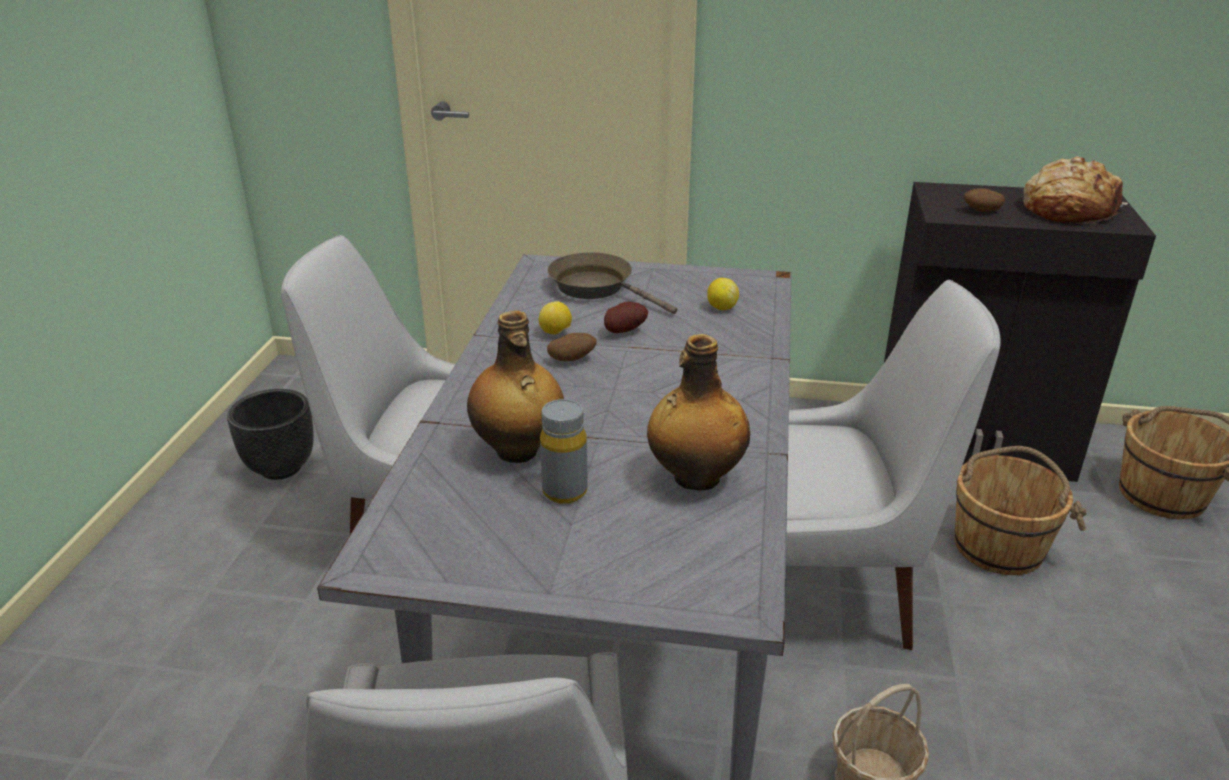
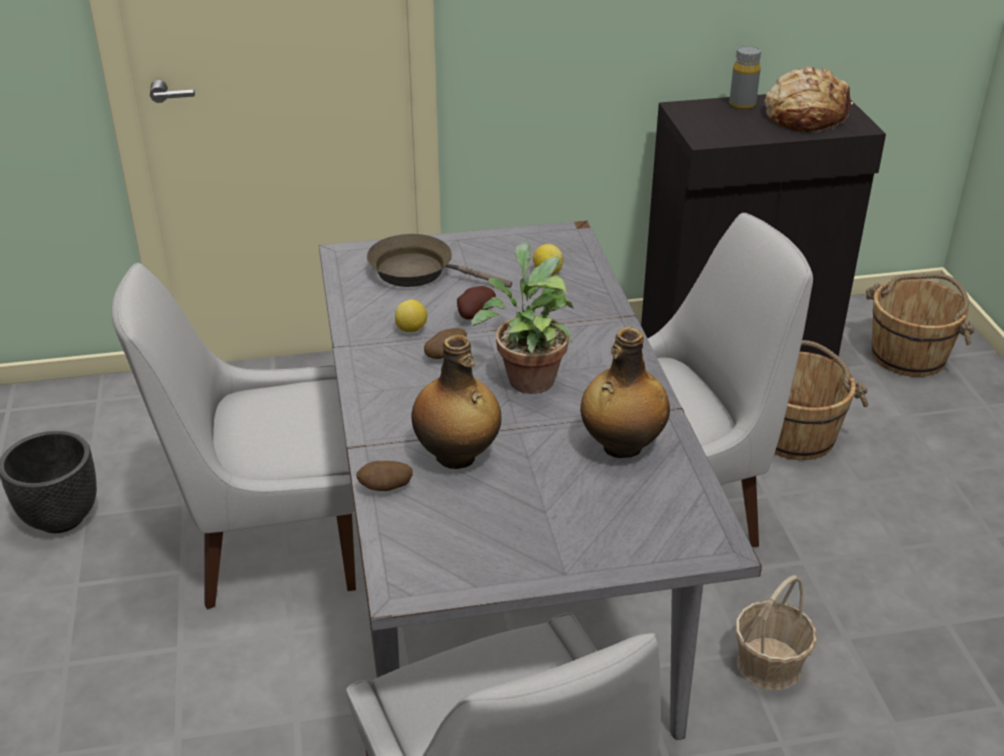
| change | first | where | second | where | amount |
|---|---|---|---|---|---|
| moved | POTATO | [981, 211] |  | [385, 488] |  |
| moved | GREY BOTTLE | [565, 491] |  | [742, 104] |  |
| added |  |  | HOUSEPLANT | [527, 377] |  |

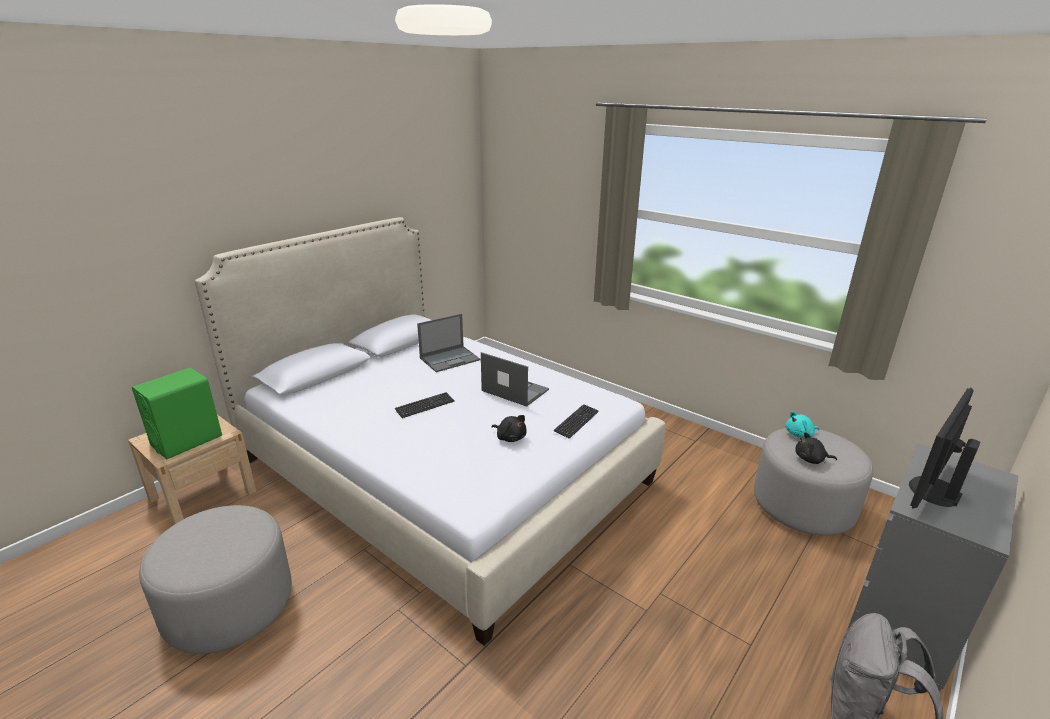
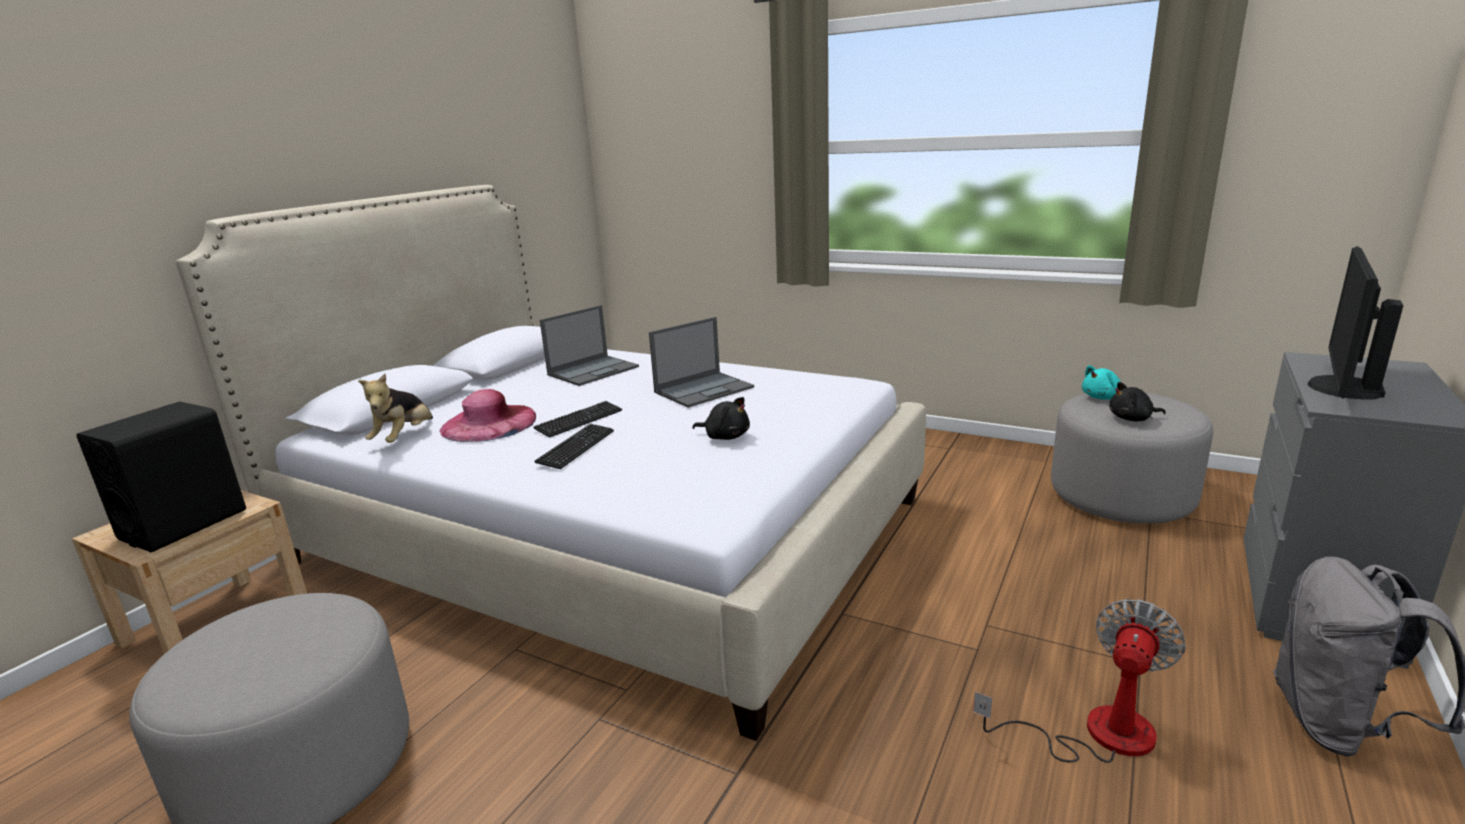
| change | first | where | second | where | amount |
|---|---|---|---|---|---|
| turned | PORTABLE COMPUTER | [514, 390] |  | [704, 389] | 120 degrees clockwise |
| recoloured | GREENISH LOUDSPEAKER | [187, 440] | BLACK LOUDSPEAKER | [184, 524] |  |
| moved | KEYBOARD | [576, 422] |  | [576, 448] |  |
| added |  |  | CUDDLY TOY | [404, 438] |  |
| added |  |  | PINK CLOTHING HAT | [489, 423] |  |
| added |  |  | COOLING FAN | [1096, 733] |  |

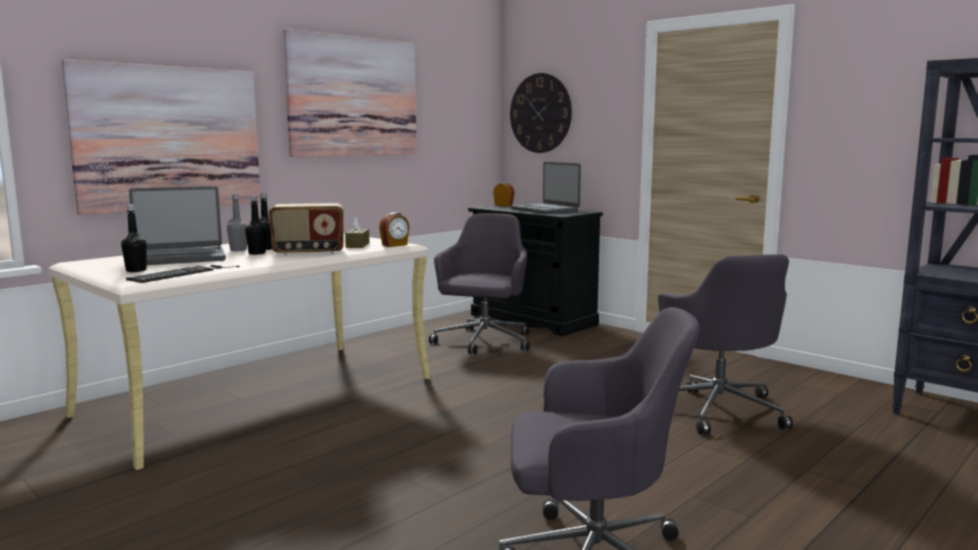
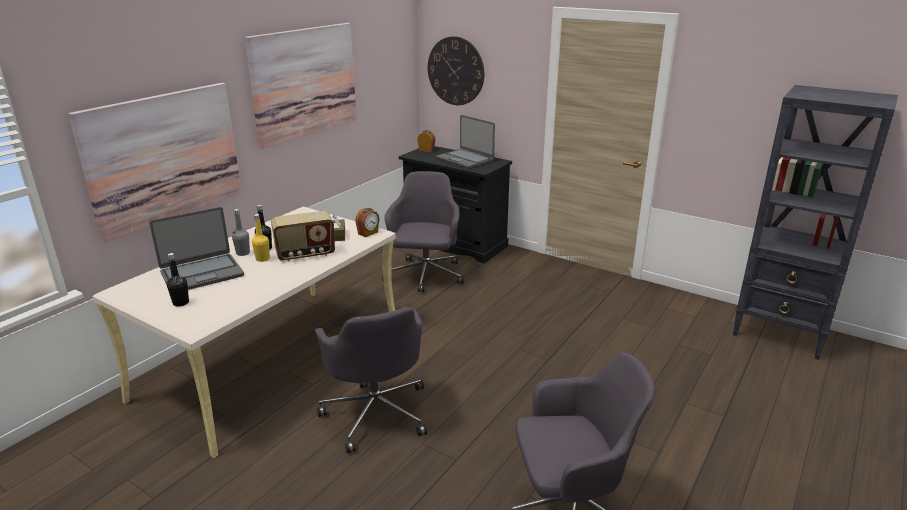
| change | first | where | second | where | amount |
|---|---|---|---|---|---|
| recoloured | BLACK BOTTLE | [257, 253] | YELLOW-COLOURED BOTTLE | [262, 259] |  |
| moved | GREY OFFICE CHAIR | [718, 409] |  | [376, 412] |  |
| removed | KEYBOARD | [182, 273] |  |  |  |

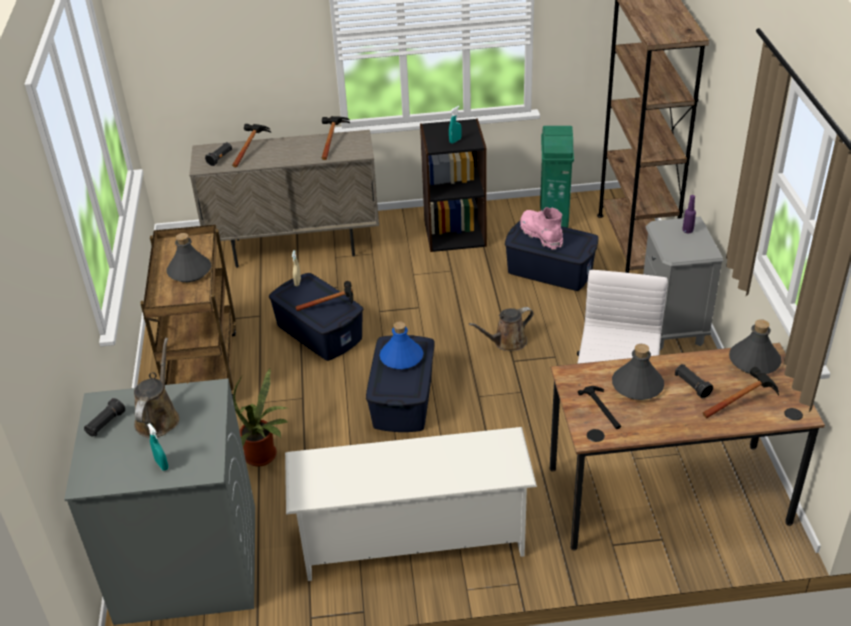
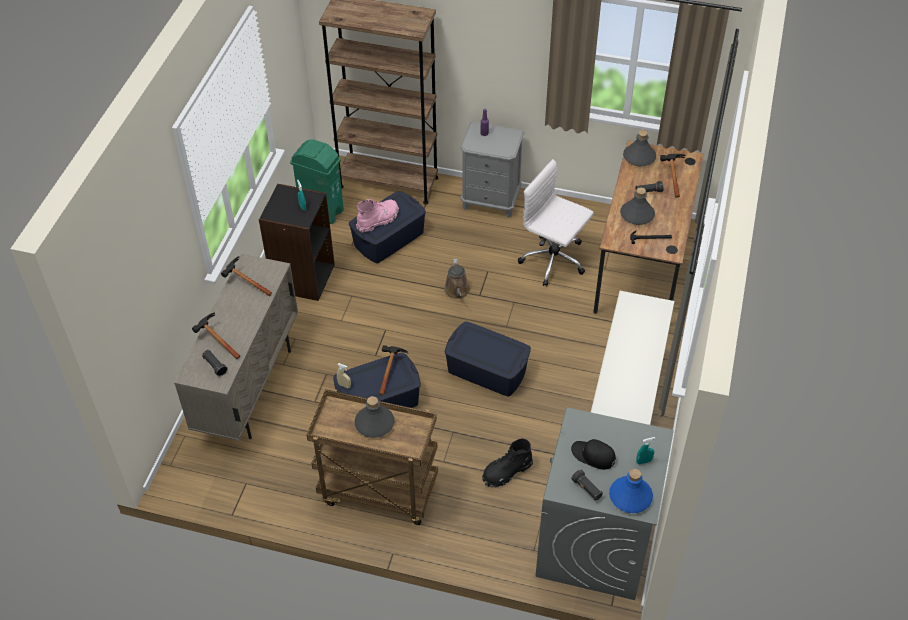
| change | first | where | second | where | amount |
|---|---|---|---|---|---|
| turned | PINK BOOT | [541, 235] |  | [378, 220] | 150 degrees clockwise |
| moved | BLUE-COLOURED BOTTLE | [402, 358] |  | [630, 496] |  |
| replaced | BROWN WATERING CAN | [158, 417] | BLACK PEAKED CAP | [593, 456] |  |
| replaced | HOUSEPLANT | [264, 457] | BLACK BOOT | [506, 472] |  |

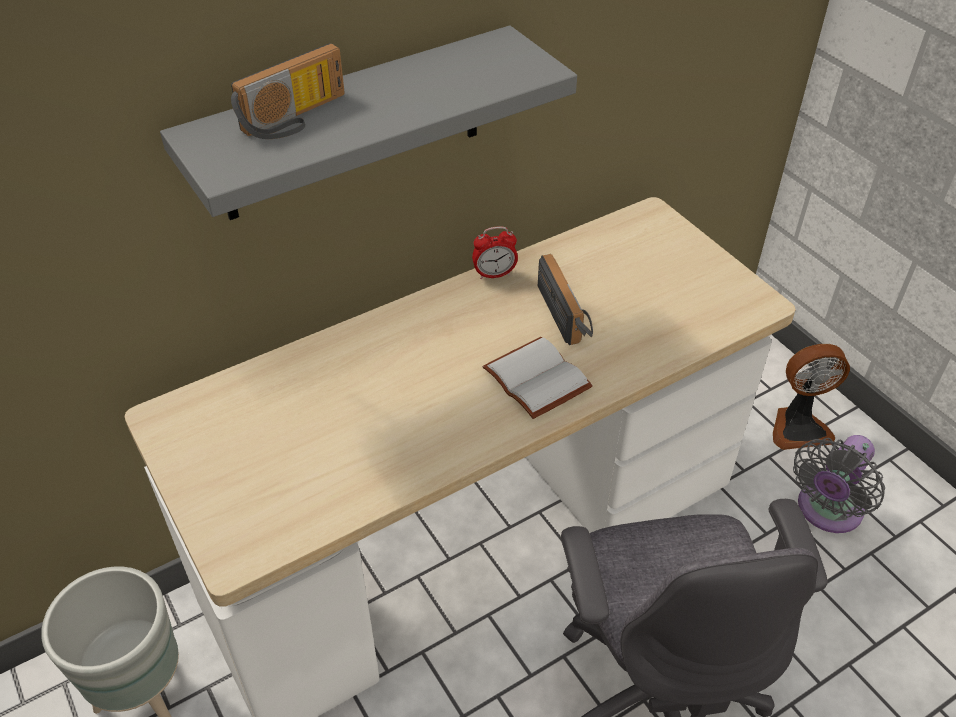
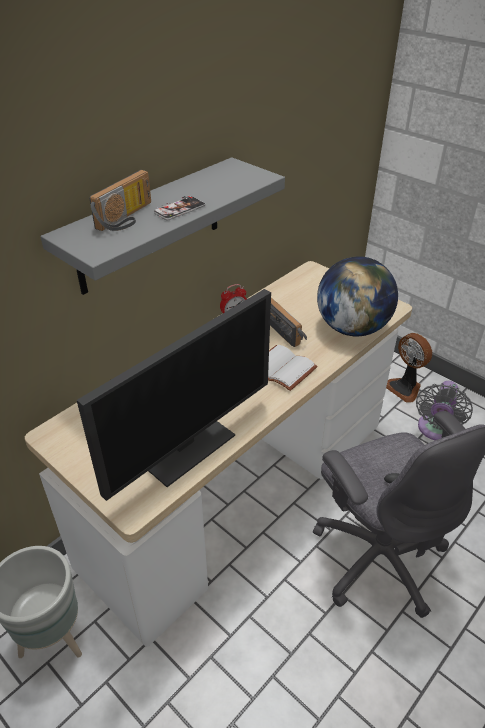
| change | first | where | second | where | amount |
|---|---|---|---|---|---|
| turned | COOLING FAN | [798, 427] |  | [404, 388] | 75 degrees clockwise |
| added |  |  | HANDSET | [179, 209] |  |
| added |  |  | DESK GLOBE | [352, 328] |  |
| added |  |  | MONITOR | [184, 444] |  |

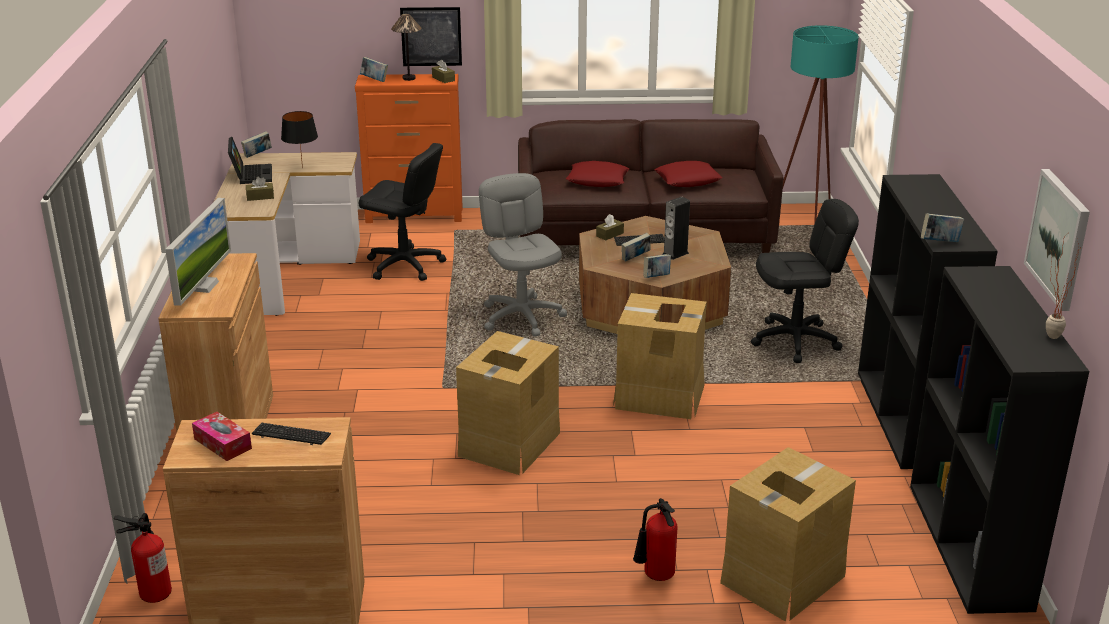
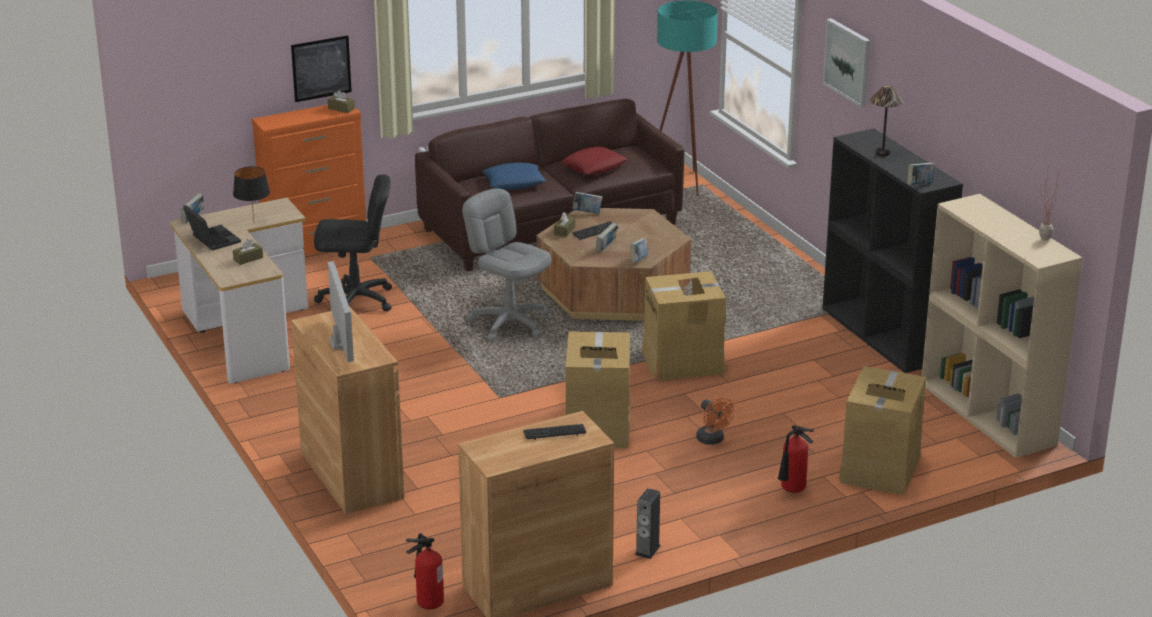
| change | first | where | second | where | amount |
|---|---|---|---|---|---|
| moved | LAMP FOR A TABLE | [408, 78] |  | [882, 153] |  |
| moved | VOLUME | [374, 80] |  | [587, 213] |  |
| recoloured | RED THROW PILLOW | [597, 180] | BLUE-COLOURED THROW PILLOW | [514, 182] |  |
| moved | WALL ART | [1059, 238] |  | [848, 62] |  |
| moved | LOUDSPEAKER | [675, 254] |  | [647, 550] |  |
| removed | BLACK OFFICE CHAIR | [795, 341] |  |  |  |
| recoloured | BLACK BOOKCASE | [970, 546] | BEIGE-COLOURED BOOKCASE | [989, 414] |  |
| removed | TISSUE HOLDER | [222, 444] |  |  |  |
| added |  |  | ORANGE COOLING FAN | [713, 440] |  |

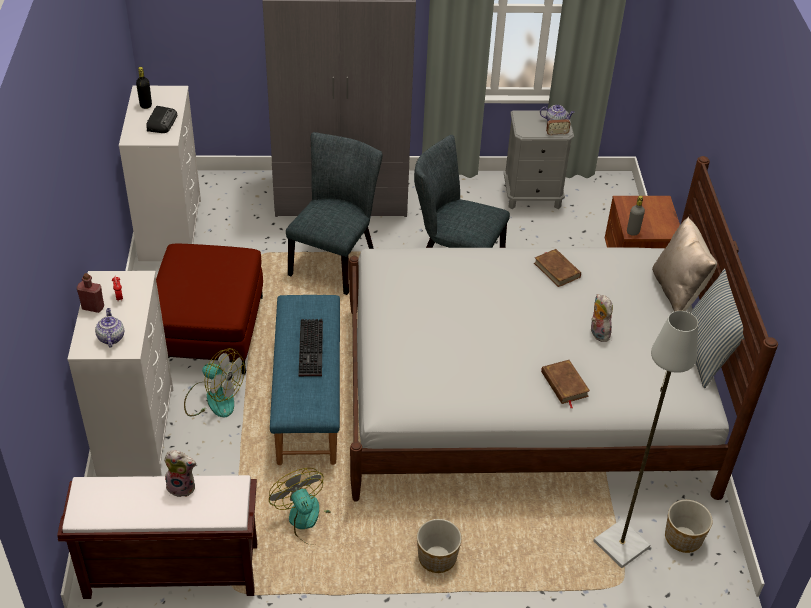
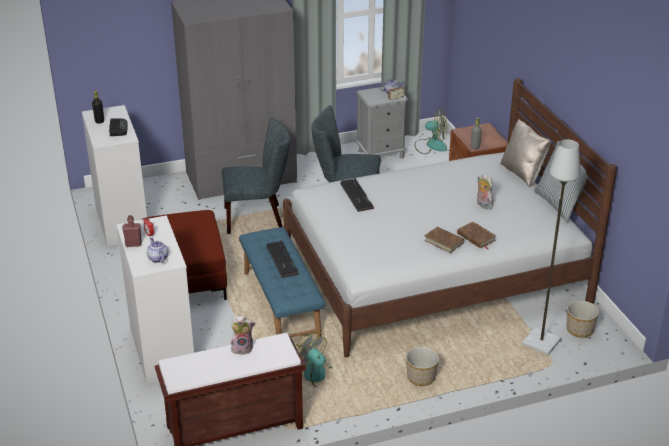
| change | first | where | second | where | amount |
|---|---|---|---|---|---|
| turned | GREY PLAIN CHAIR | [335, 260] |  | [258, 218] | 75 degrees clockwise |
| moved | BROWN VOLUME | [557, 270] |  | [443, 241] |  |
| moved | COOLING FAN | [213, 398] |  | [431, 145] |  |
| added |  |  | KEYBOARD | [358, 196] |  |

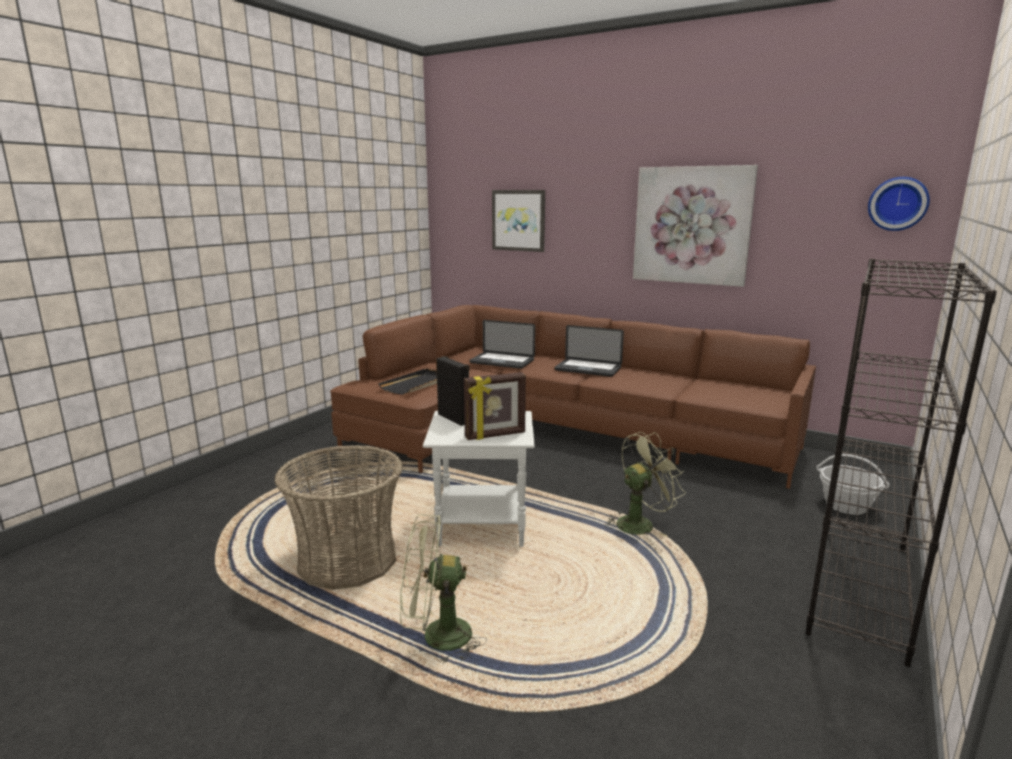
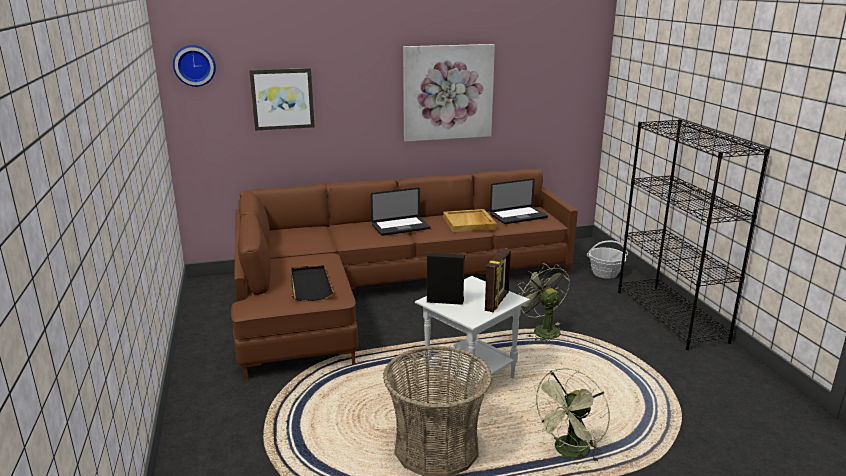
| change | first | where | second | where | amount |
|---|---|---|---|---|---|
| moved | HANGING CLOCK | [898, 204] |  | [194, 65] |  |
| moved | PORTABLE COMPUTER | [502, 361] |  | [518, 216] |  |
| turned | GREENISH COOLING FAN | [640, 523] |  | [542, 330] | 45 degrees counterclockwise |
| added |  |  | BEIGE-COLOURED TRAY | [469, 223] |  |

